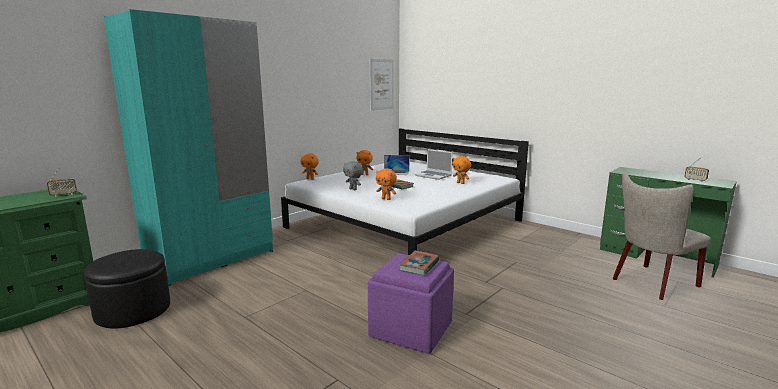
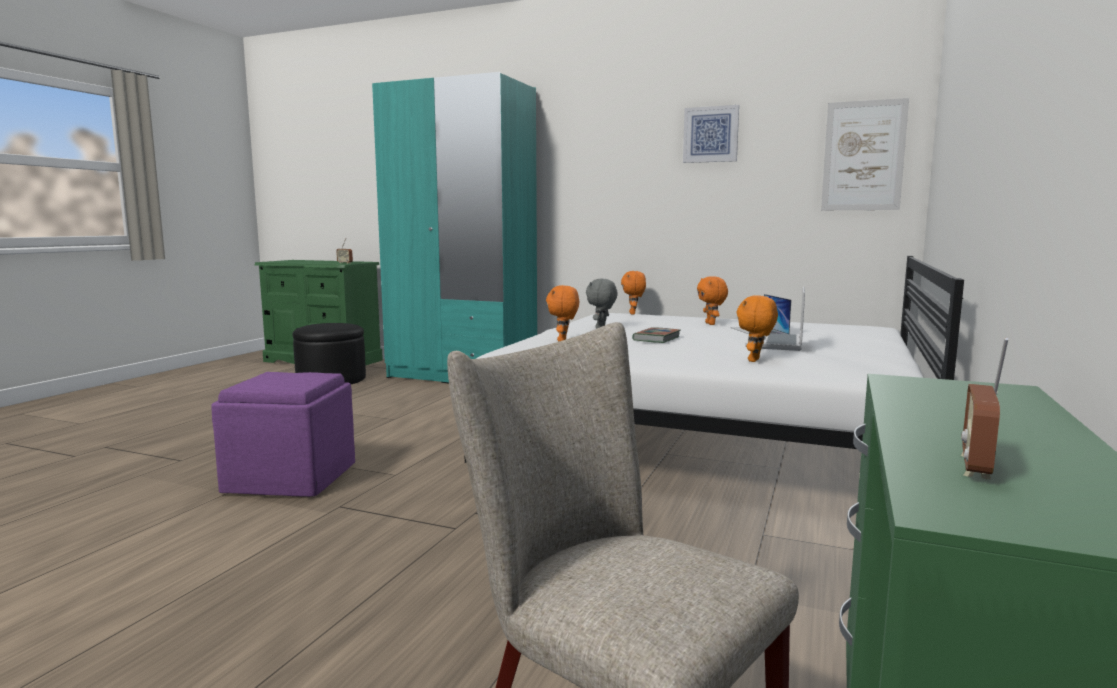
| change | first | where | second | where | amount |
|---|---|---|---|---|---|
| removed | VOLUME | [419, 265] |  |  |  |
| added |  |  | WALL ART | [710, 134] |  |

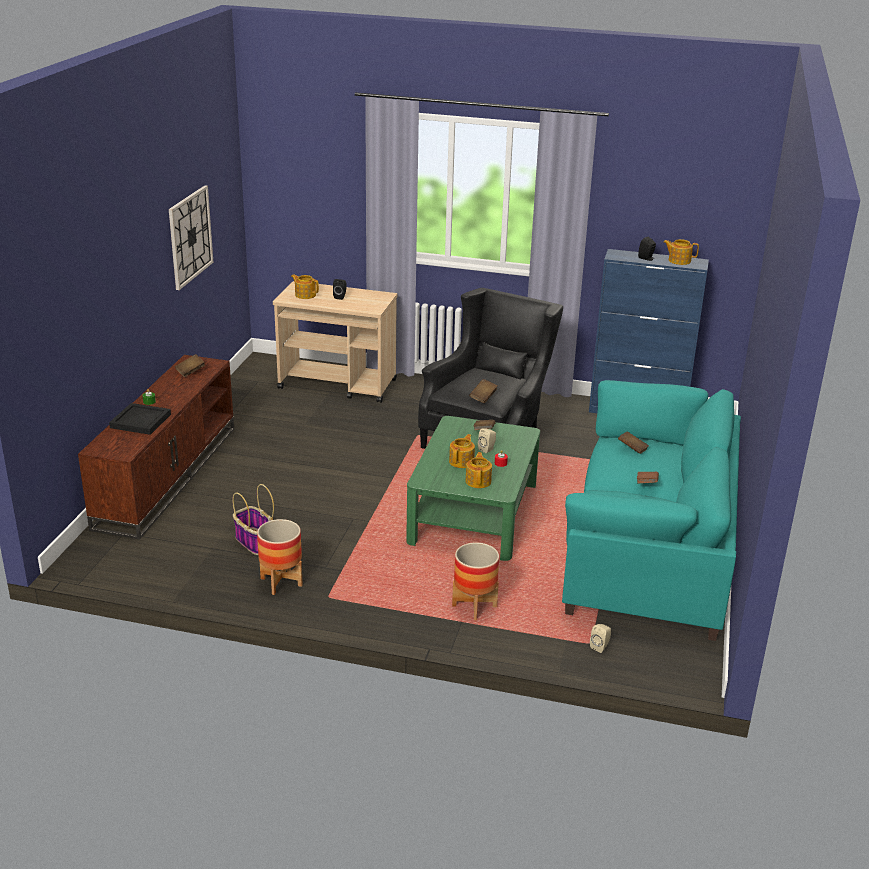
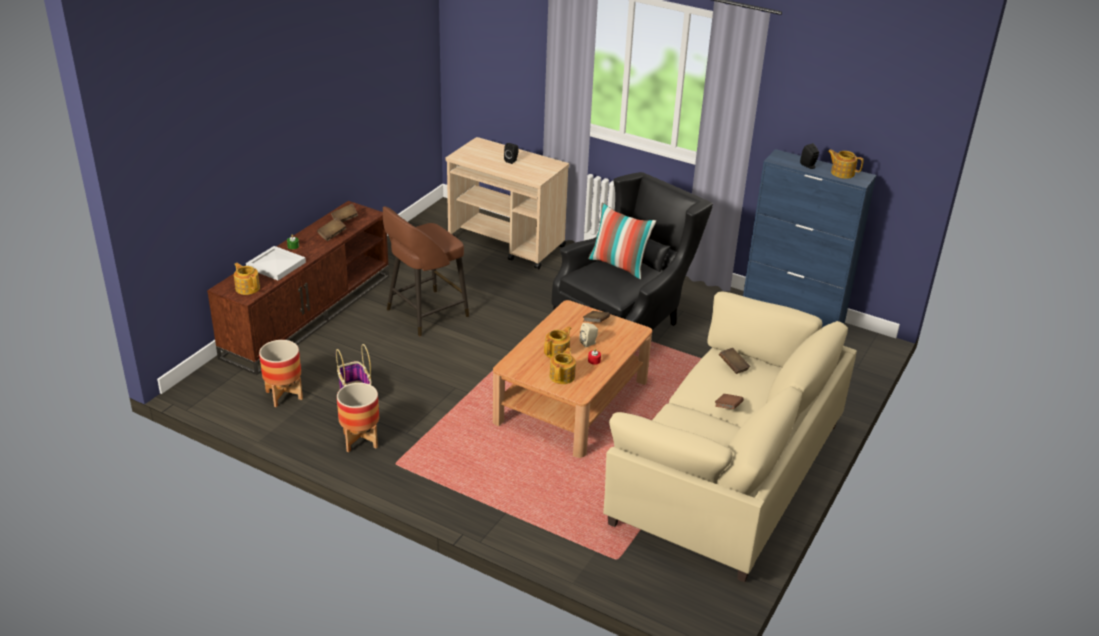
| change | first | where | second | where | amount |
|---|---|---|---|---|---|
| removed | HANGING CLOCK | [190, 236] |  |  |  |
| moved | TEA POT | [305, 295] |  | [247, 288] |  |
| moved | BROWN VOLUME | [483, 397] |  | [332, 235] |  |
| recoloured | TURQUOISE SOFA | [649, 550] | BEIGE-COLOURED SOFA | [726, 472] |  |
| recoloured | BLACK TRAY | [139, 421] | WHITISH TRAY | [275, 265] |  |
| recoloured | GREENISH LOW TABLE | [474, 513] | BROWN LOW TABLE | [572, 401] |  |
| moved | PLANTER | [474, 606] |  | [284, 395] |  |
| removed | BEIGE-COLOURED LOUDSPEAKER | [600, 646] |  |  |  |
| added |  |  | THROW PILLOW | [619, 265] |  |
| added |  |  | BROWN STOOL | [425, 313] |  |

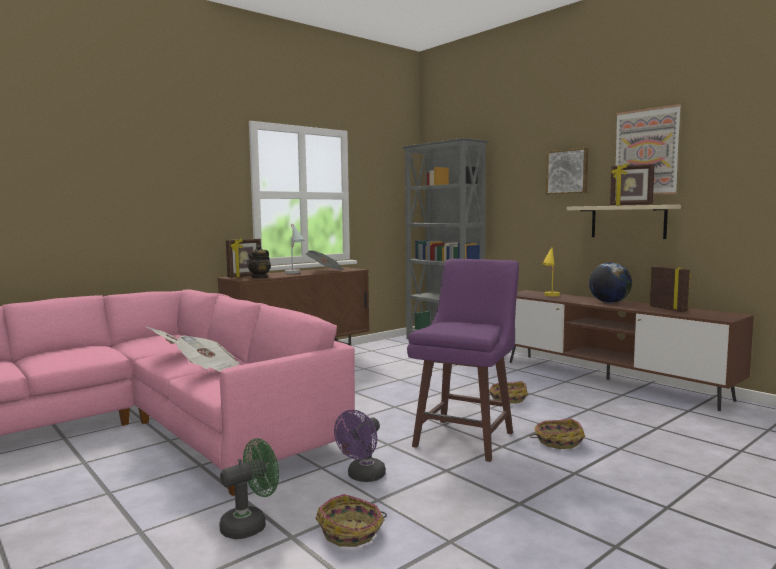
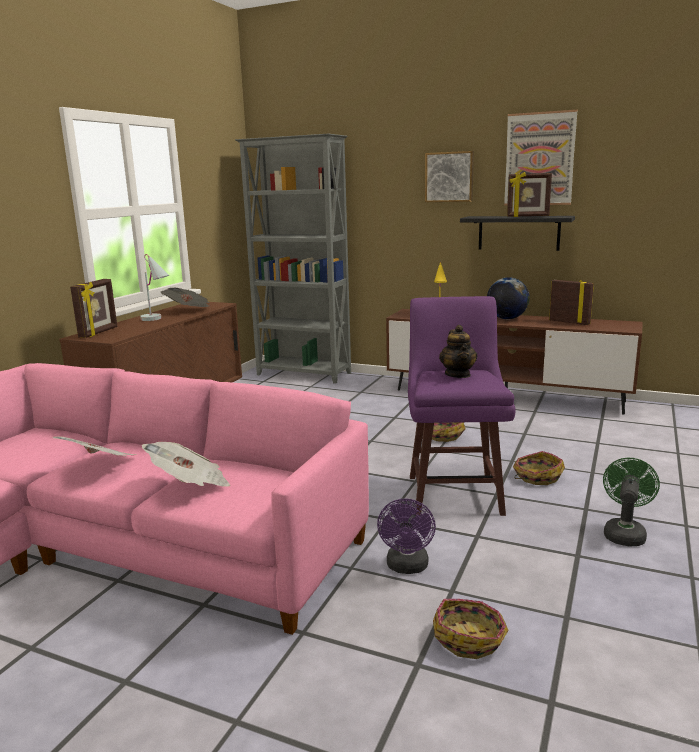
| change | first | where | second | where | amount |
|---|---|---|---|---|---|
| recoloured | BEIGE-COLOURED BRACKET SHELF | [628, 221] | BLACK BRACKET SHELF | [518, 233] |  |
| moved | TEA POT | [260, 277] |  | [458, 374] |  |
| moved | GREENISH COOLING FAN | [250, 525] |  | [624, 533] |  |

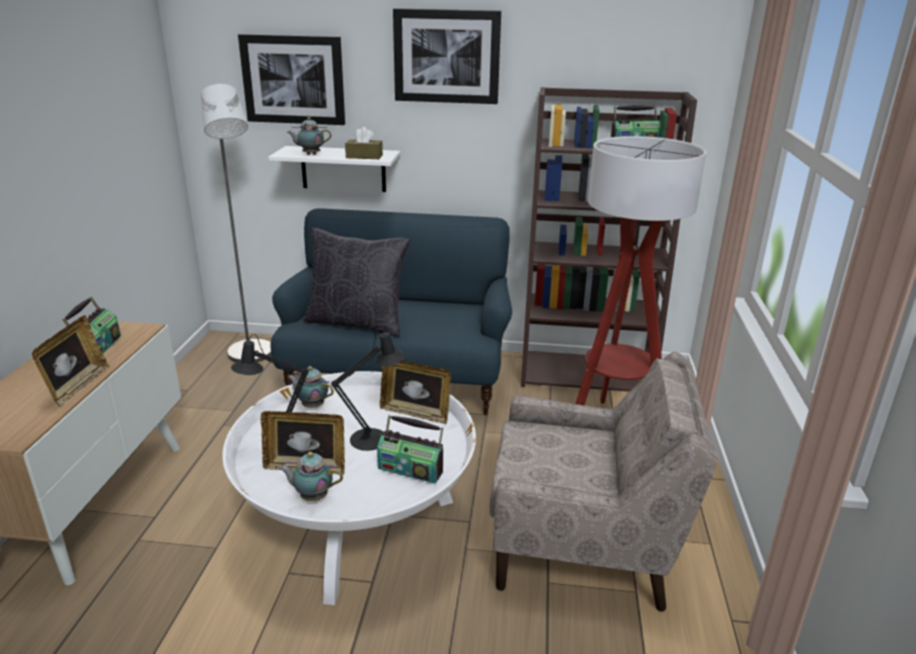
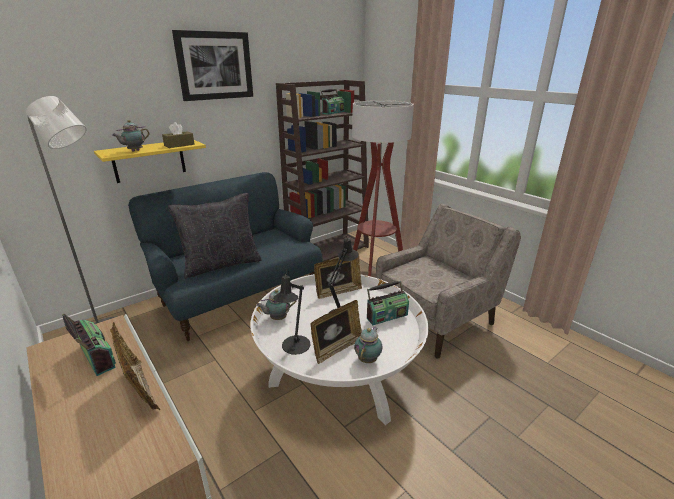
| change | first | where | second | where | amount |
|---|---|---|---|---|---|
| removed | WALL ART | [293, 79] |  |  |  |
| recoloured | WHITISH BRACKET SHELF | [343, 169] | YELLOW-COLOURED BRACKET SHELF | [149, 161] |  |
| turned | TEA POT | [312, 496] |  | [368, 359] | 150 degrees clockwise |

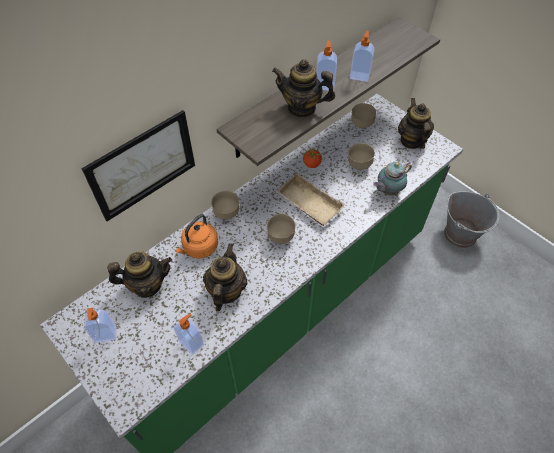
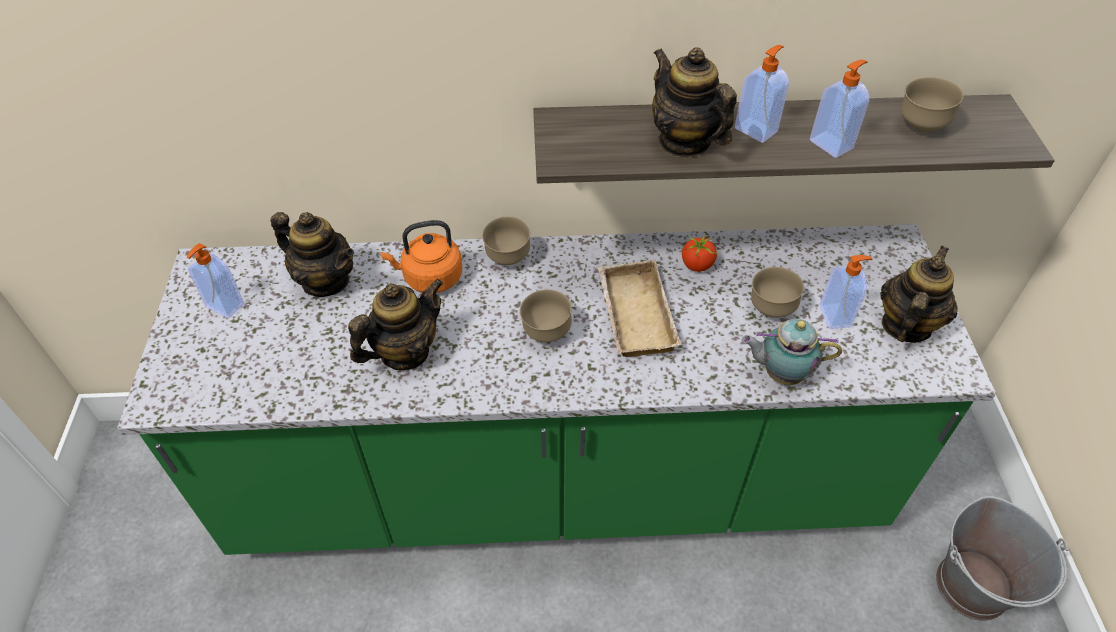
| change | first | where | second | where | amount |
|---|---|---|---|---|---|
| moved | BROWN SERVING BOWL | [361, 125] |  | [920, 126] |  |
| removed | WALL ART | [143, 165] |  |  |  |
| moved | LIQUID SOAP BOTTLE | [192, 342] |  | [836, 316] |  |

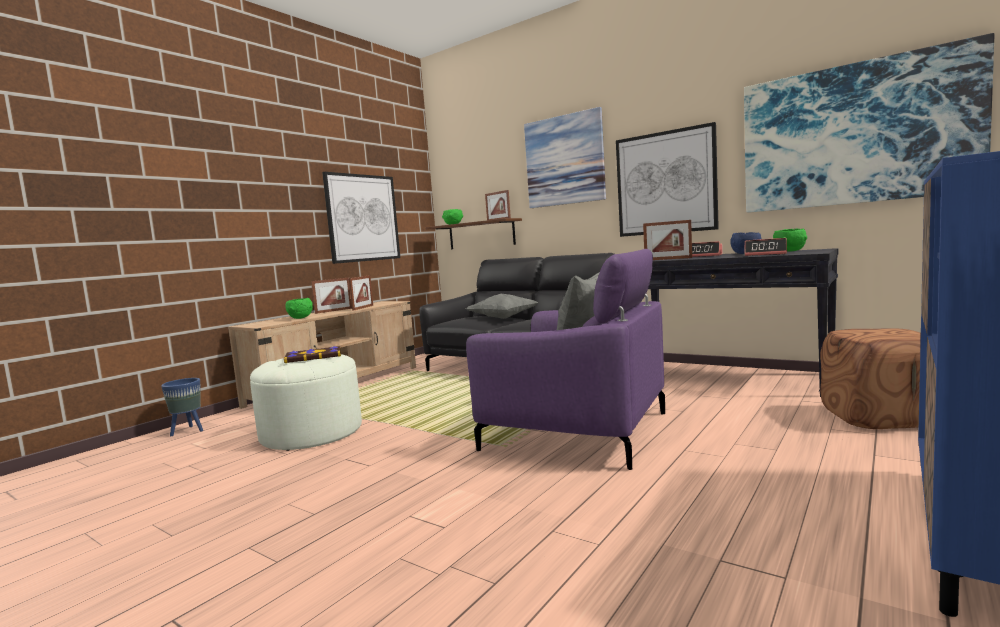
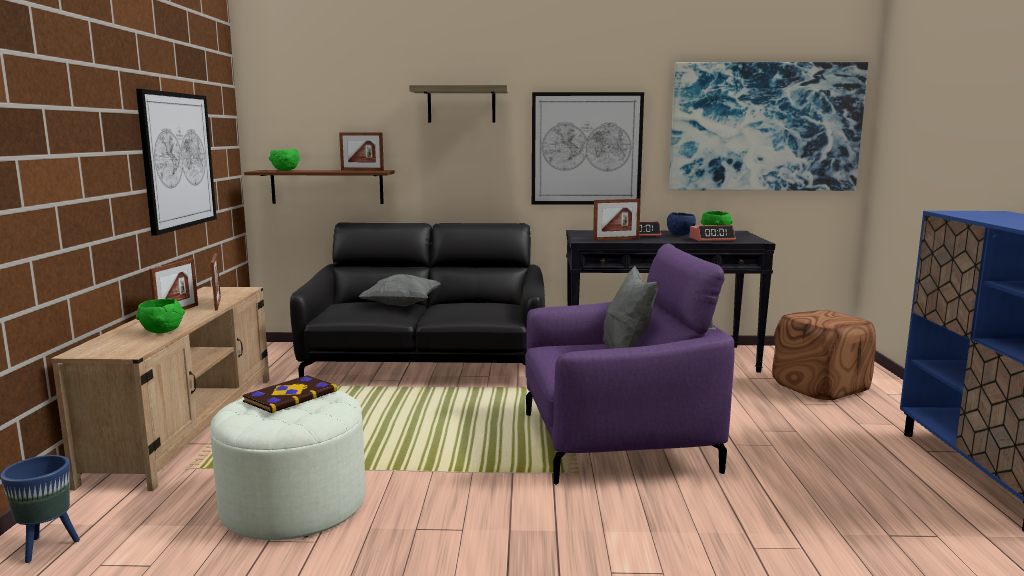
| change | first | where | second | where | amount |
|---|---|---|---|---|---|
| replaced | WALL ART | [564, 160] | BRACKET SHELF | [461, 104] |  |

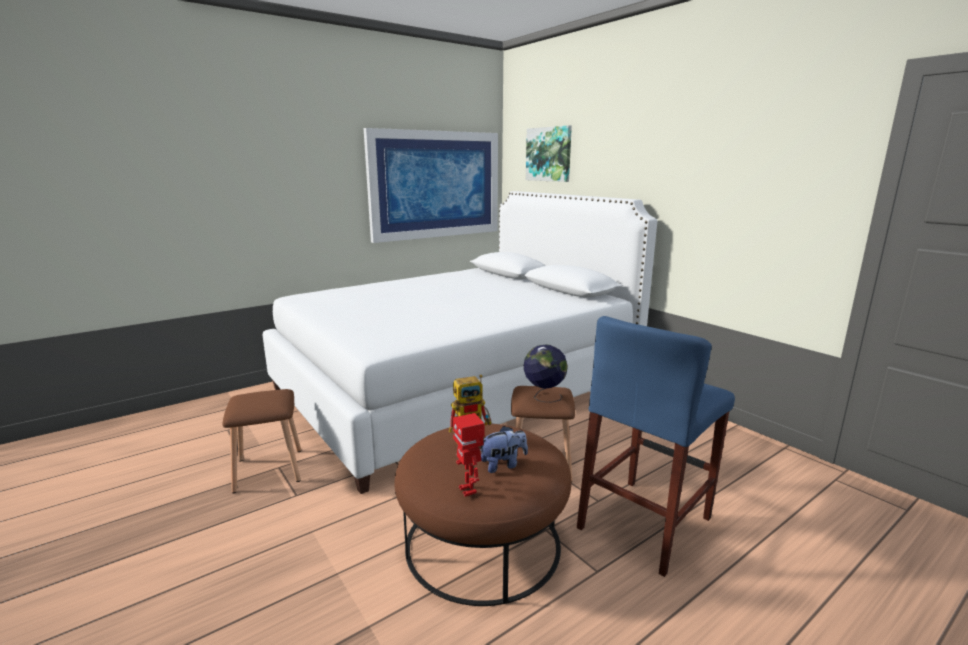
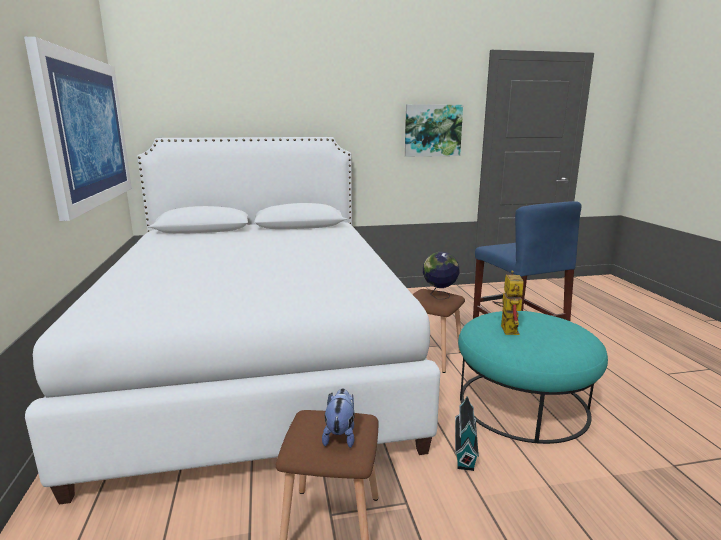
| change | first | where | second | where | amount |
|---|---|---|---|---|---|
| moved | WALL ART | [549, 154] |  | [432, 130] |  |
| removed | ROBOT FIGURE | [468, 490] |  |  |  |
| recoloured | BROWN POUFFE | [483, 543] | TURQUOISE POUFFE | [523, 403] |  |
| moved | CUDDLY TOY | [503, 465] |  | [340, 435] |  |
| added |  |  | MODEL HOUSE | [465, 448] |  |

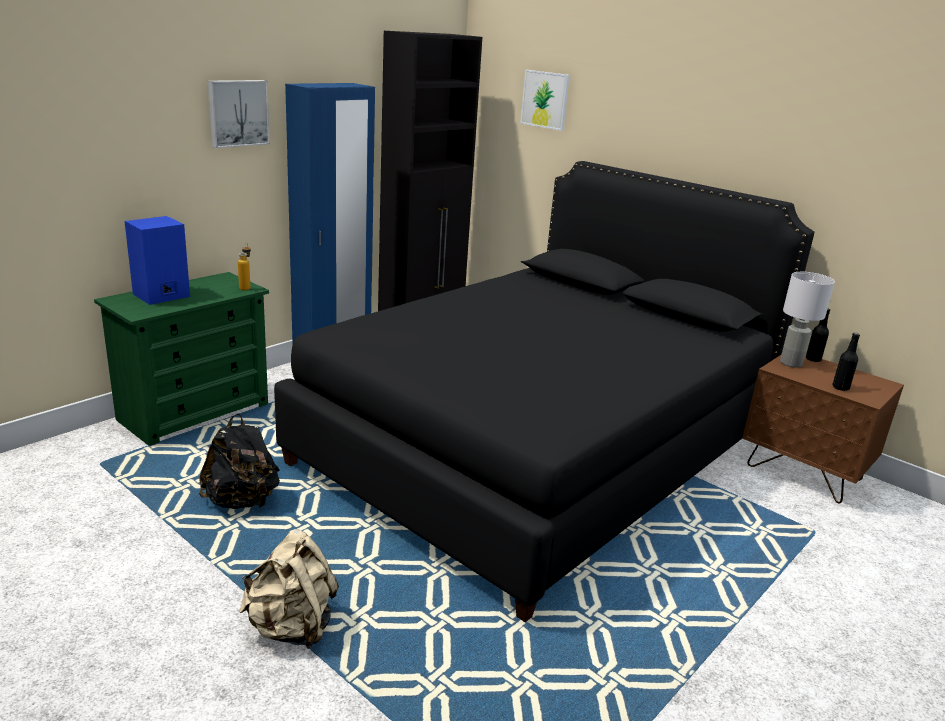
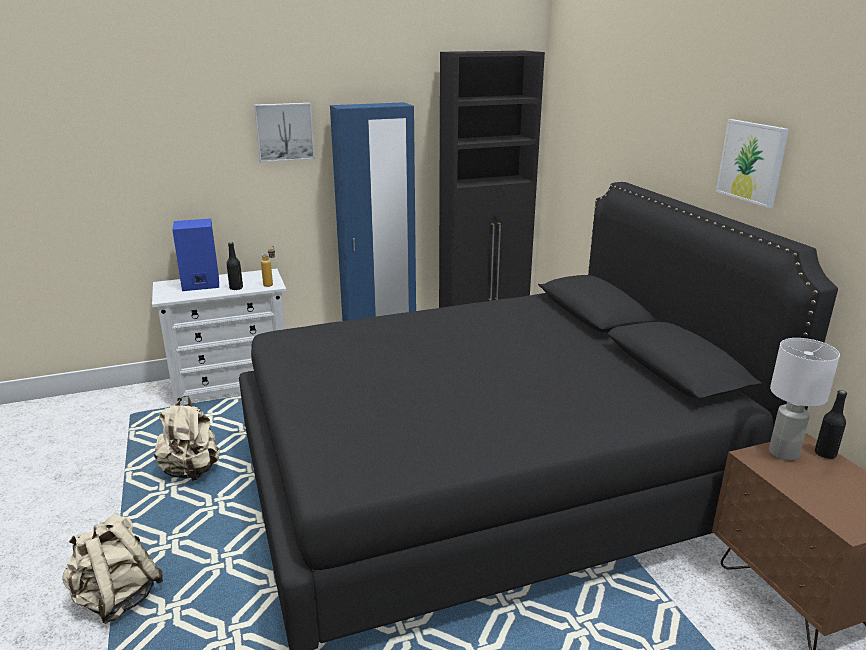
| change | first | where | second | where | amount |
|---|---|---|---|---|---|
| moved | WALL ART | [545, 99] |  | [751, 162] |  |
| recoloured | GREENISH DRESSER | [195, 412] | WHITISH DRESSER | [232, 384] |  |
| moved | BLACK BOTTLE | [840, 388] |  | [236, 288] |  |
| recoloured | BLACK KNAPSACK | [242, 501] | BEIGE-COLOURED KNAPSACK | [191, 471] |  |

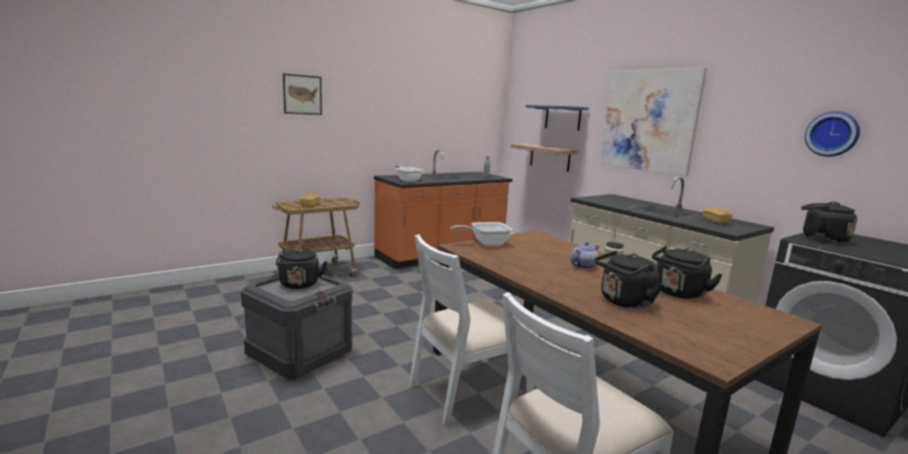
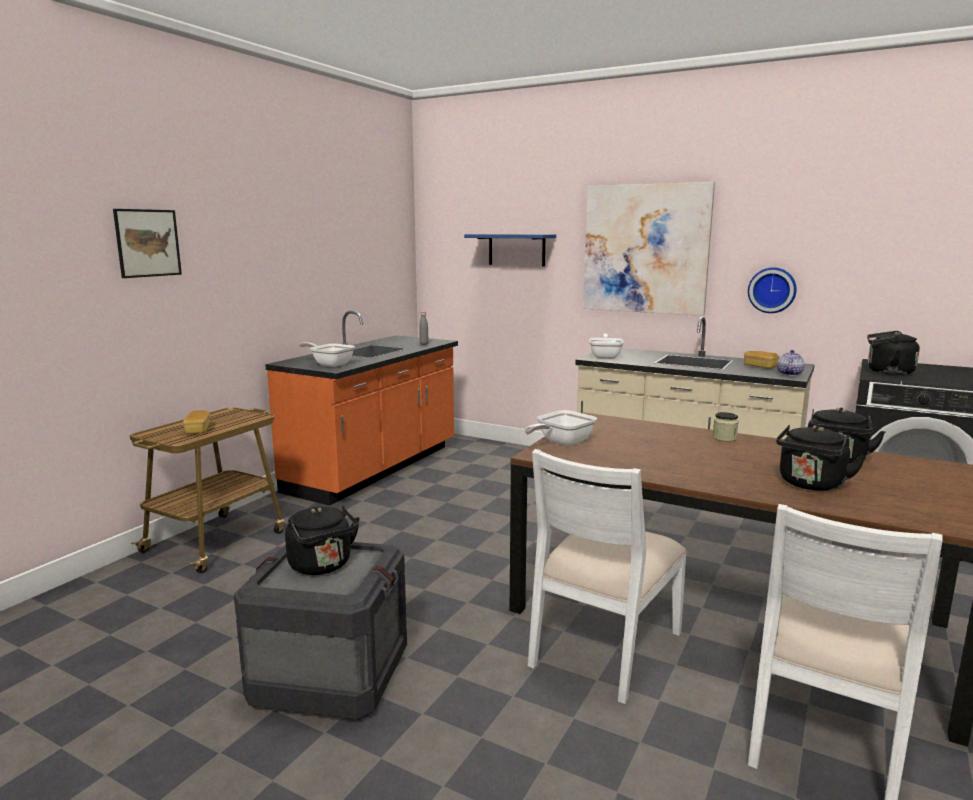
| change | first | where | second | where | amount |
|---|---|---|---|---|---|
| moved | HANGING CLOCK | [832, 134] |  | [772, 290] |  |
| removed | BRACKET SHELF | [549, 157] |  |  |  |
| moved | TEA POT | [583, 266] |  | [789, 374] |  |
| added |  |  | FRYING PAN | [605, 356] |  |

